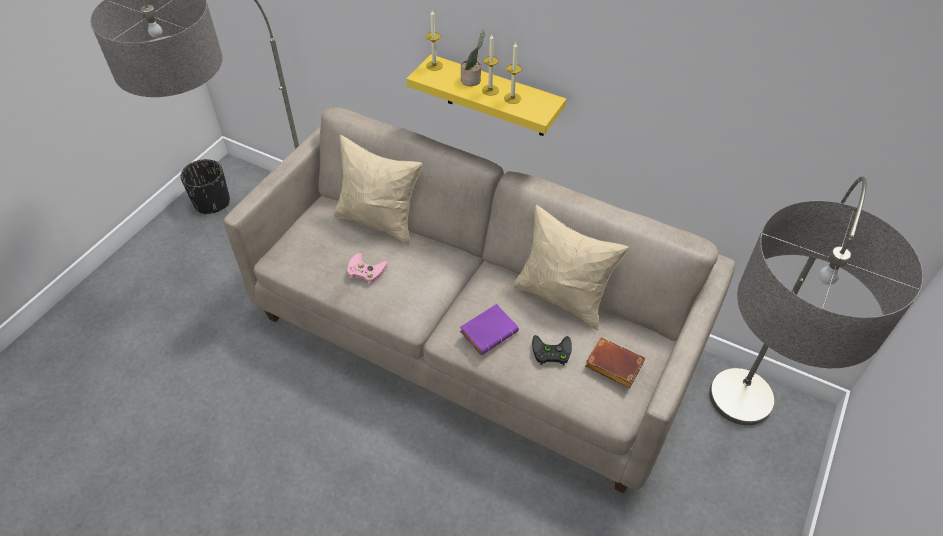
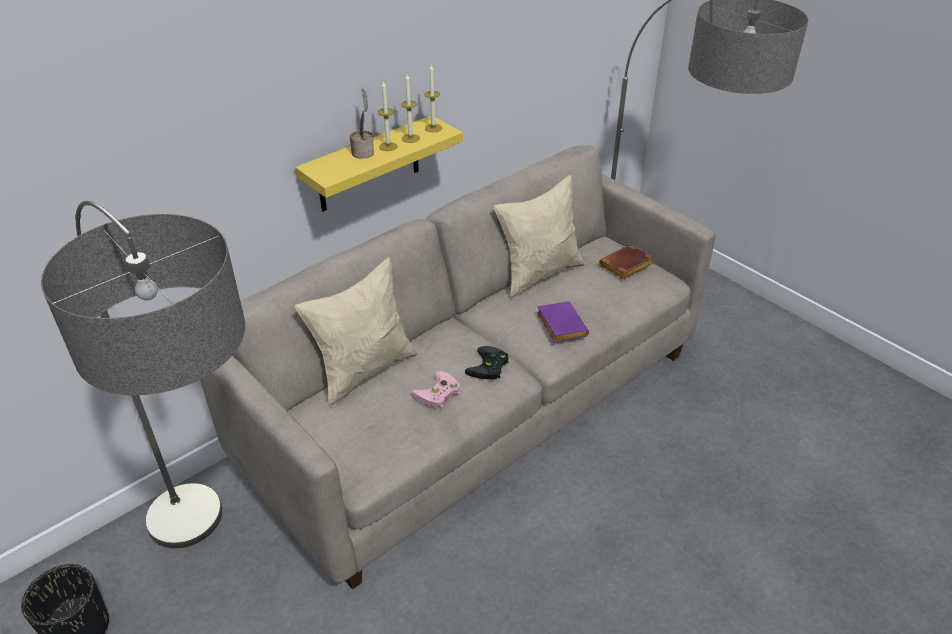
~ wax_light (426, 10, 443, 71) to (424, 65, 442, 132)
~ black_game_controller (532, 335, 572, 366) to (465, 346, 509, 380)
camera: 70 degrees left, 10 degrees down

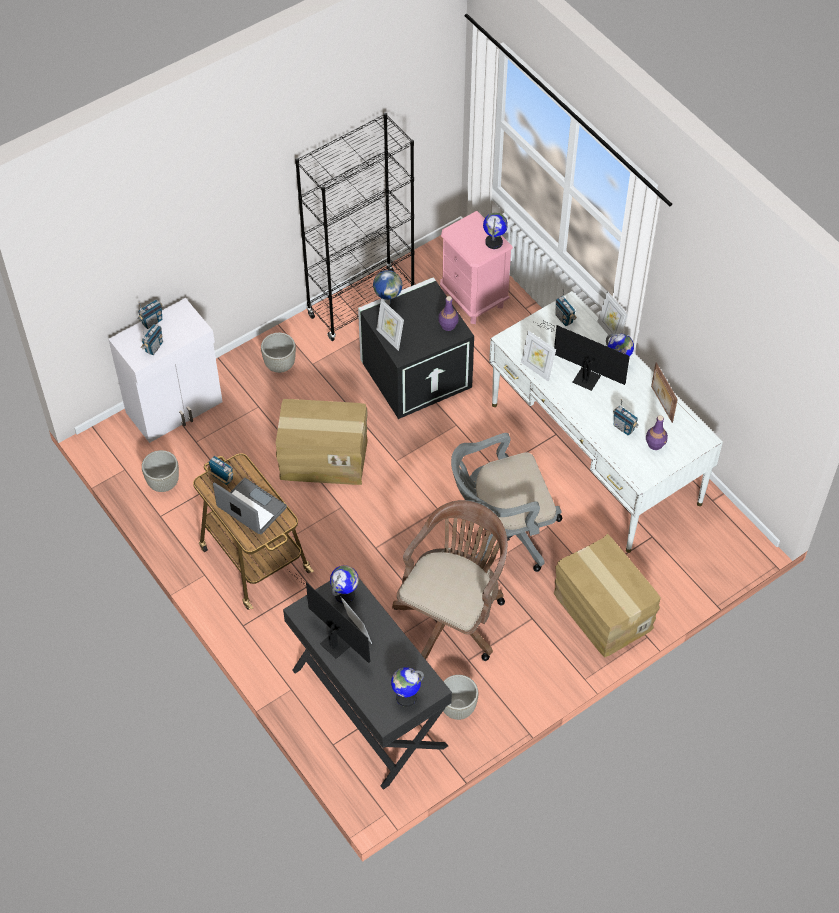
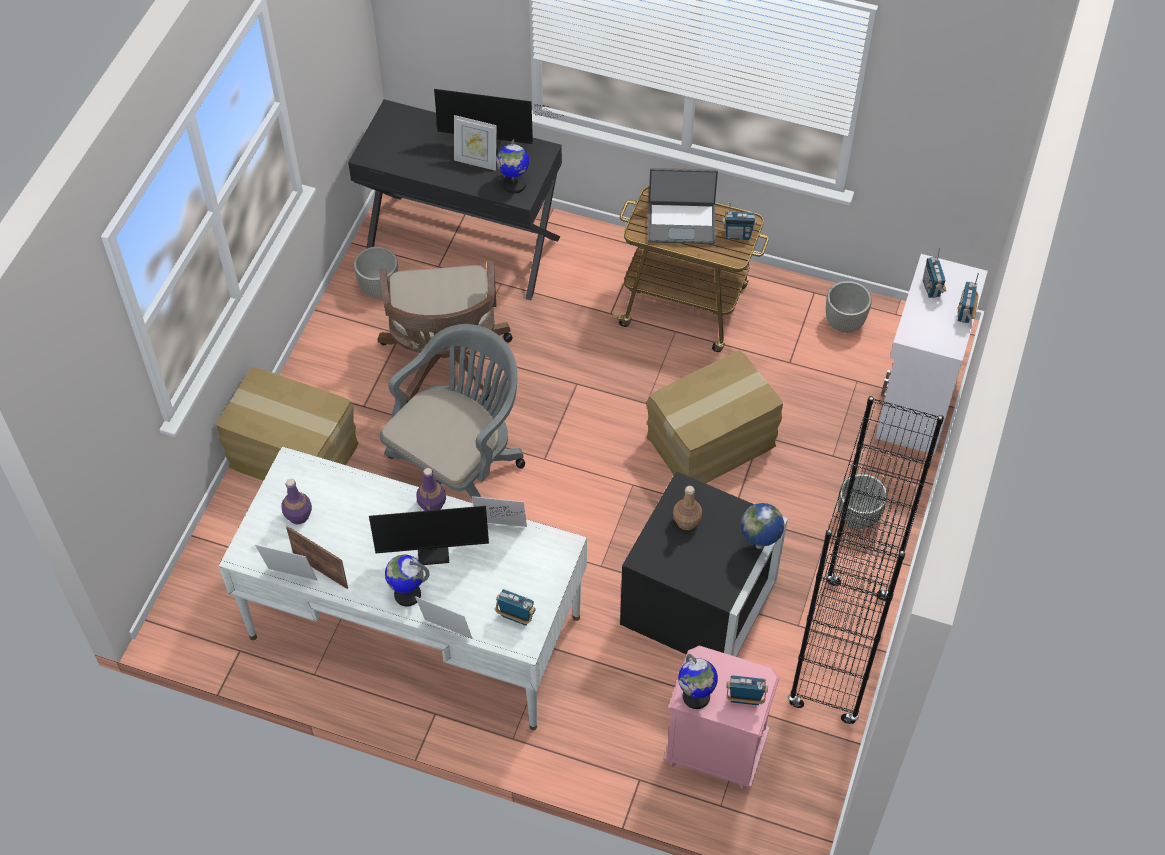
~ standing_frame (376, 299, 404, 351) to (255, 544, 317, 580)
~ purple-coloured_bottle (438, 296, 459, 331) to (416, 468, 446, 511)
+ brown_bottle (673, 486, 702, 530)
~ radio_set (613, 399, 639, 436) to (726, 675, 768, 705)
- globe (391, 667, 424, 707)
camera: 145 degrees right, 0 degrees up

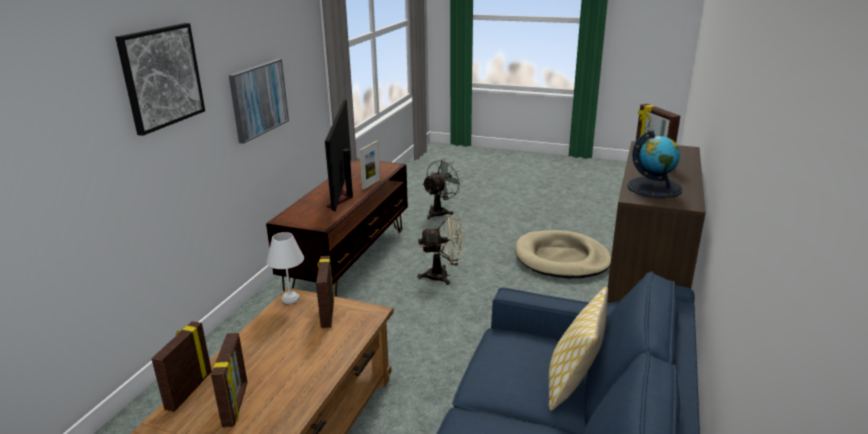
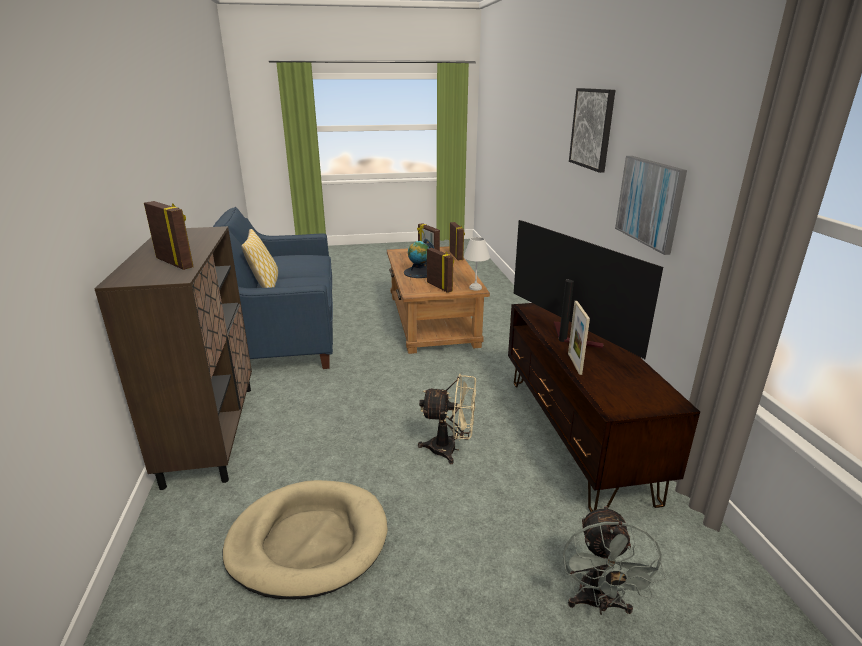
~ globe (627, 130, 682, 198) to (404, 239, 435, 278)
~ beige_cooling_fan (418, 215, 464, 285) = (418, 374, 476, 464) 135 degrees counterclockwise
camera: 150 degrees right, 0 degrees up

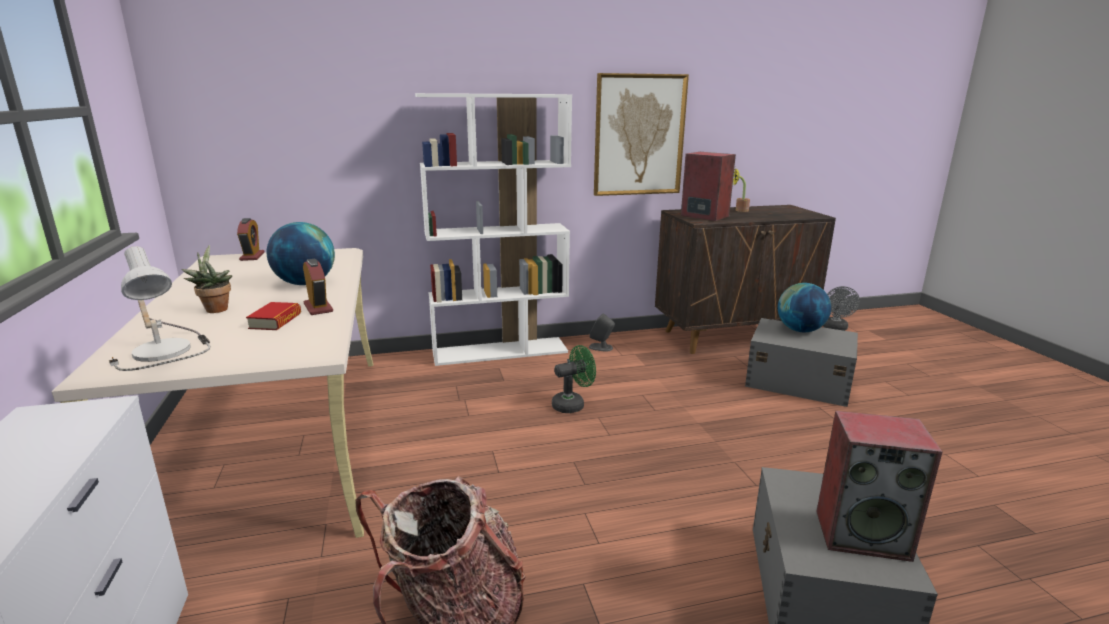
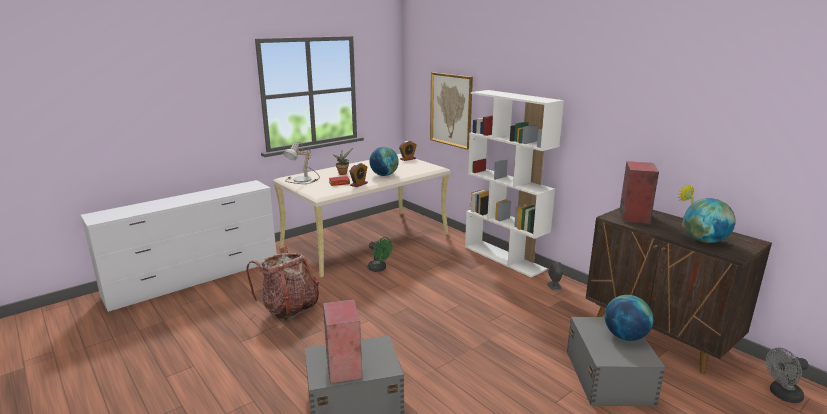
~ green-coloured_cooling_fan (552, 345, 596, 413) to (368, 237, 392, 272)
~ wall_art (594, 73, 689, 196) to (430, 72, 473, 150)
+ globe (684, 198, 736, 243)
camera: 65 degrees right, 0 degrees up

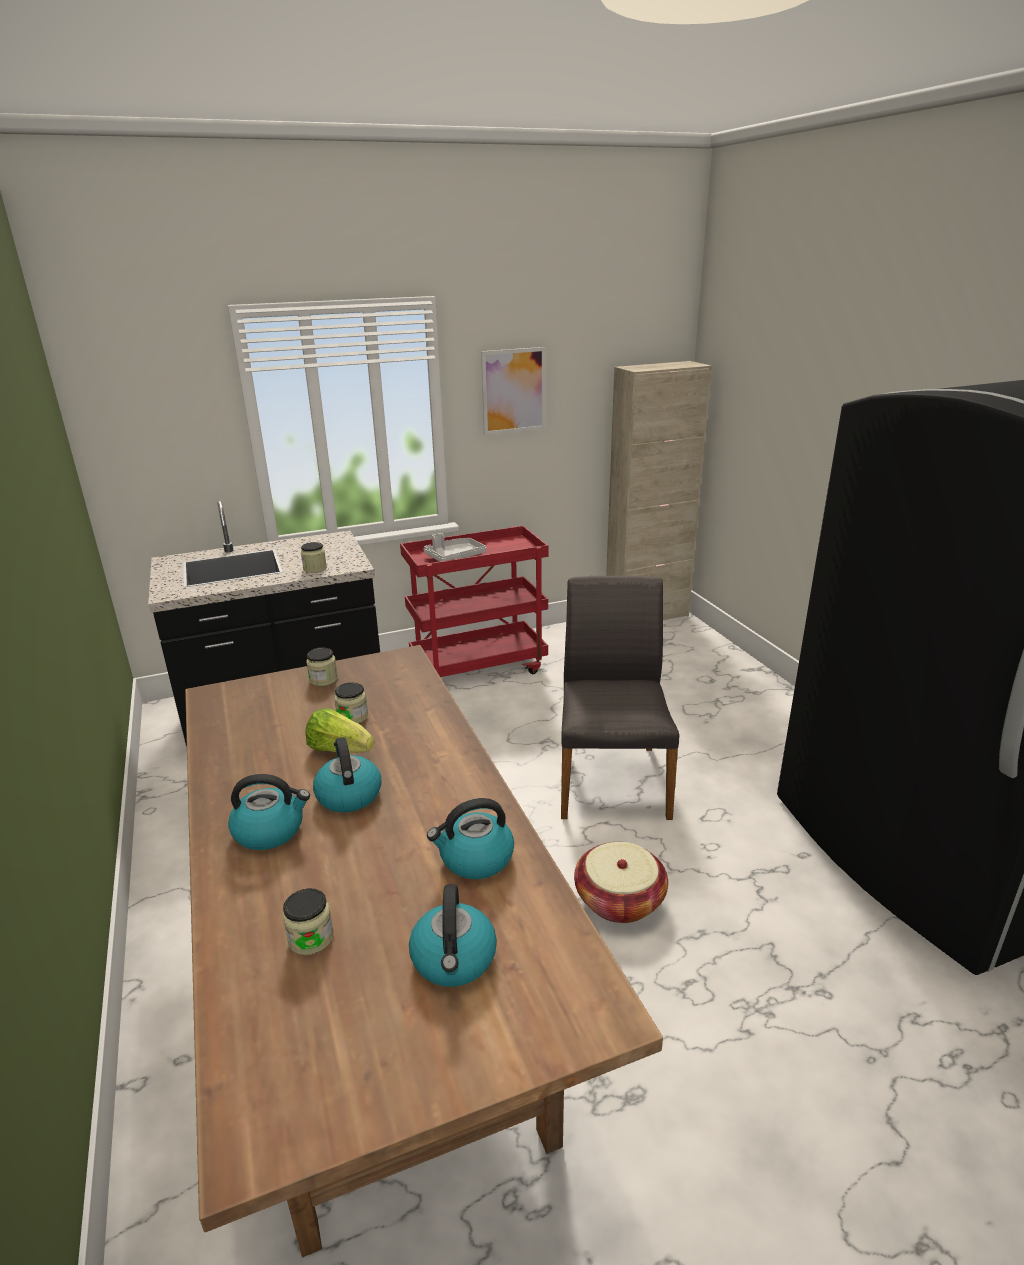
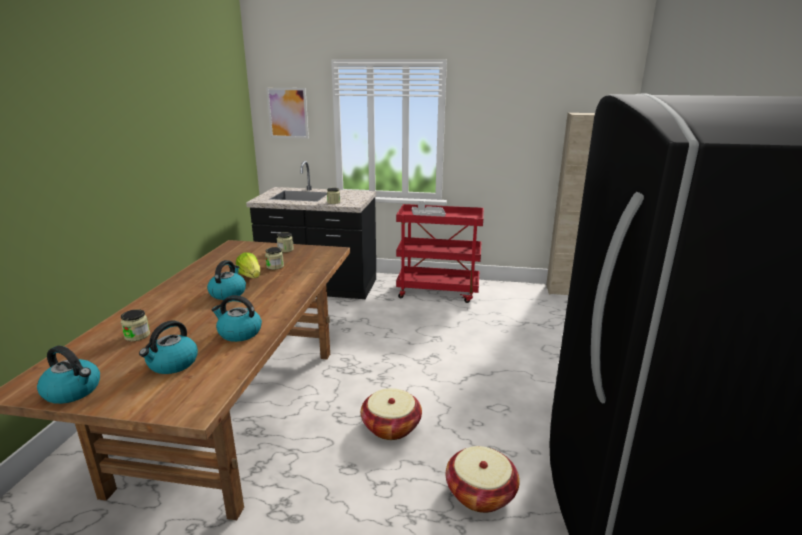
~ kettle (228, 774, 310, 850) to (37, 346, 100, 404)
~ wall_art (481, 347, 545, 435) to (266, 88, 309, 138)
+ storage_basket (446, 446, 520, 513)
- greyish_chair (561, 576, 679, 820)
camera: 30 degrees right, 5 degrees down

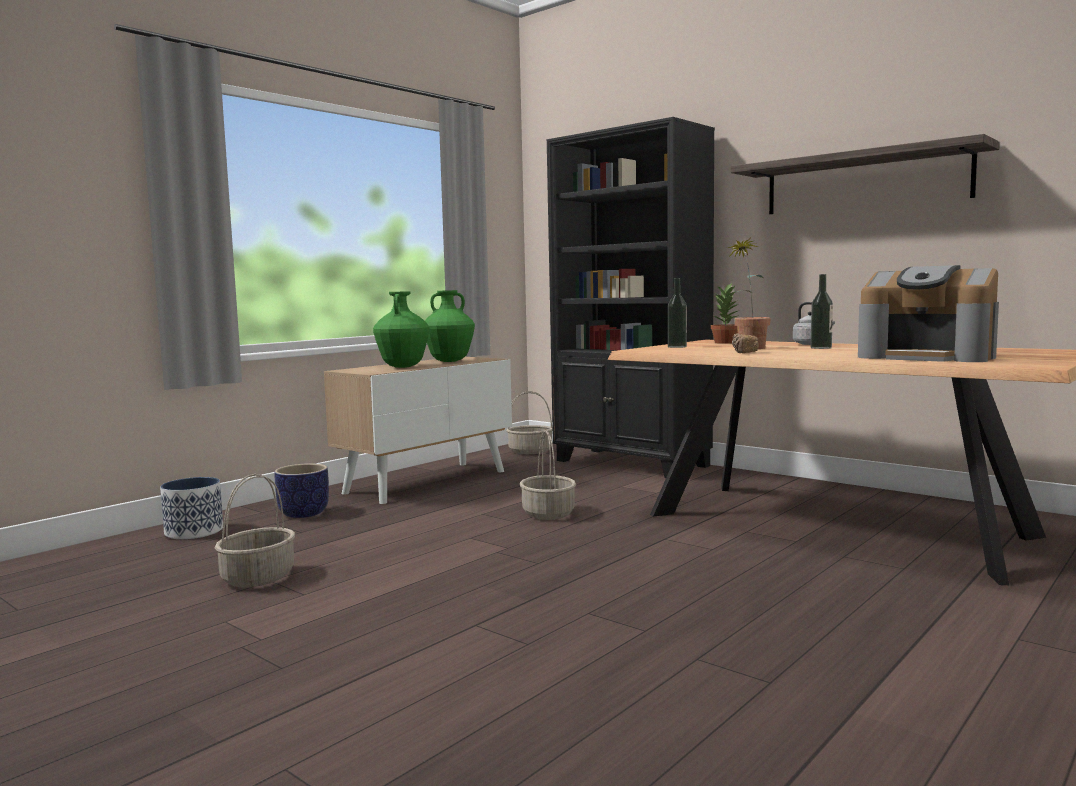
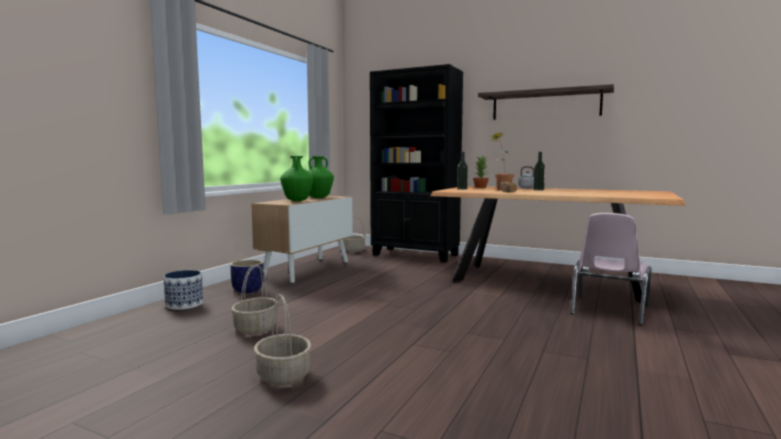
~ storage_basket (520, 431, 576, 520) to (254, 294, 312, 386)
+ pink_chair (571, 213, 652, 325)
- coffee_brewer (858, 265, 999, 362)
camera: 15 degrees left, 0 degrees up

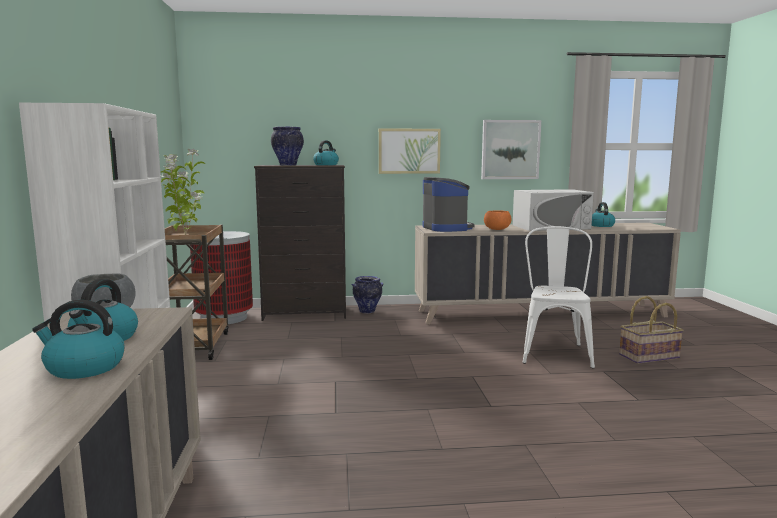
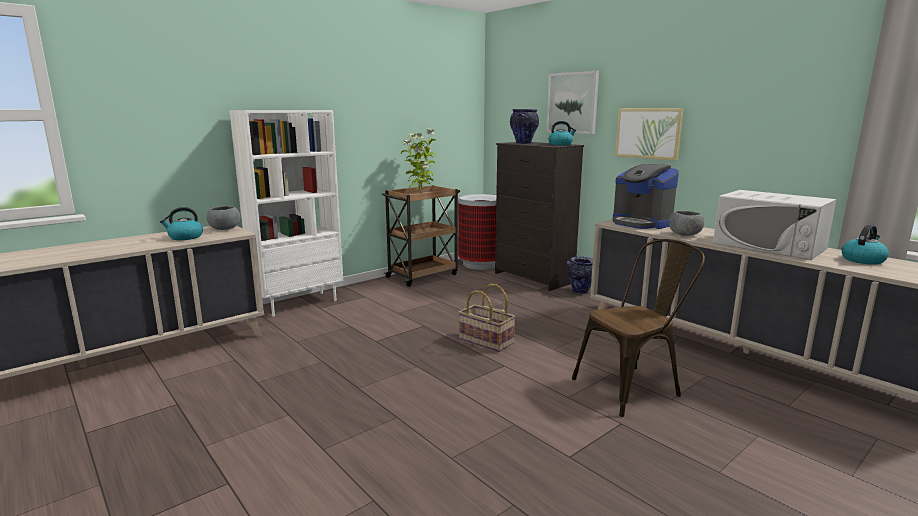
~ storage_basket (619, 296, 683, 364) to (458, 284, 516, 352)
~ wall_art (481, 120, 541, 179) to (546, 71, 599, 134)
~ white_chair (522, 226, 595, 369) to brown_chair (572, 239, 705, 417)
~ coffee_brewer (422, 177, 475, 232) = (613, 164, 679, 229) 105 degrees clockwise
~ orangey_serving_bowl (484, 211, 512, 230) to greyish_serving_bowl (669, 211, 704, 236)
- kettle (32, 300, 124, 379)
camera: 55 degrees right, 5 degrees up

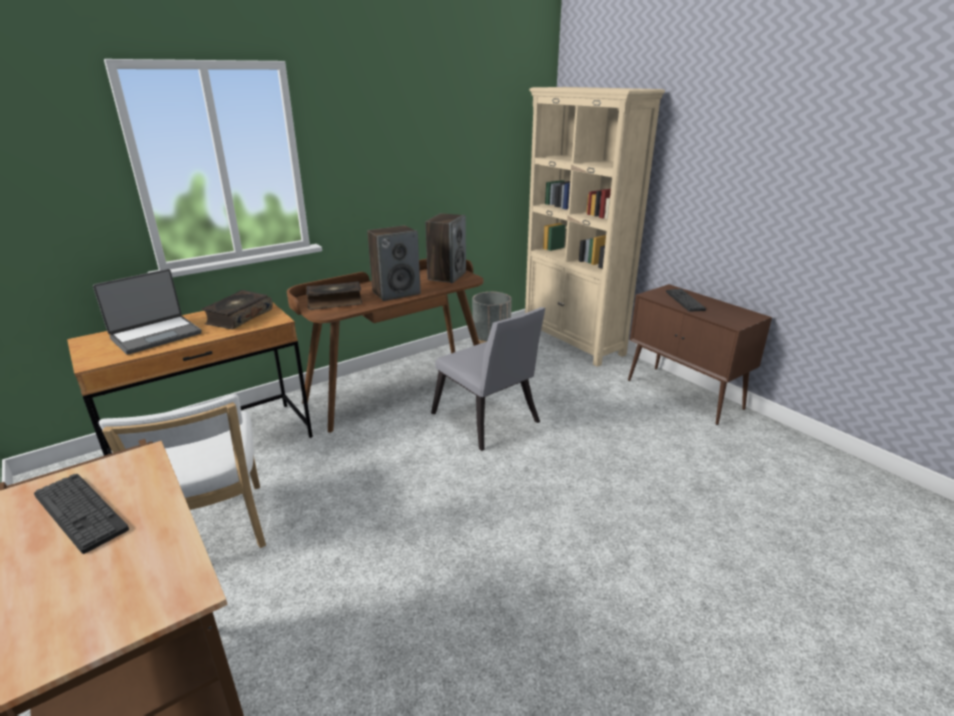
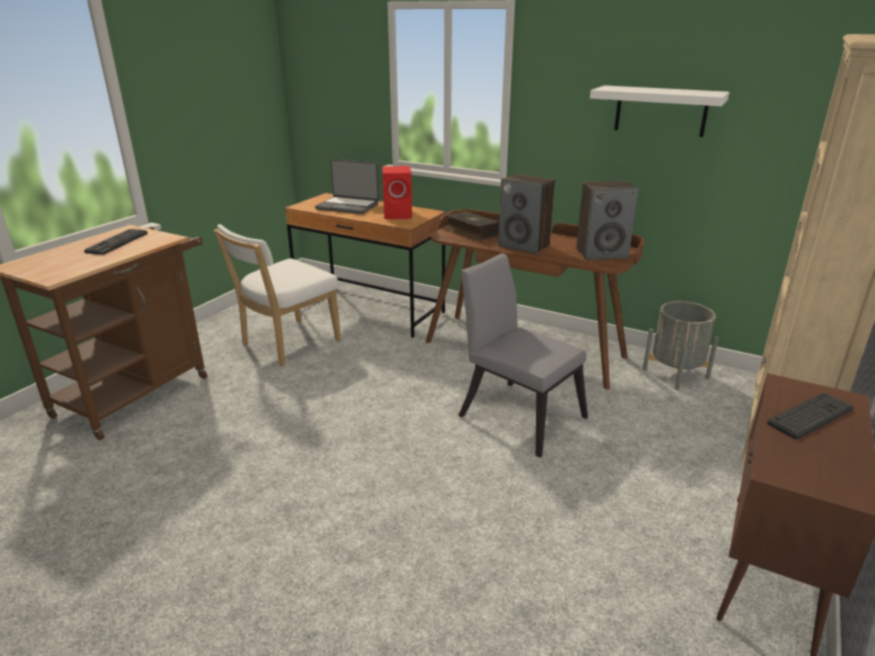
~ book (202, 290, 273, 329) to red_loudspeaker (382, 166, 412, 219)
~ greyish_chair (431, 307, 545, 451) = (458, 253, 588, 458) 105 degrees clockwise
+ white_wall_shelf (590, 85, 730, 137)
camera: 65 degrees right, 0 degrees up

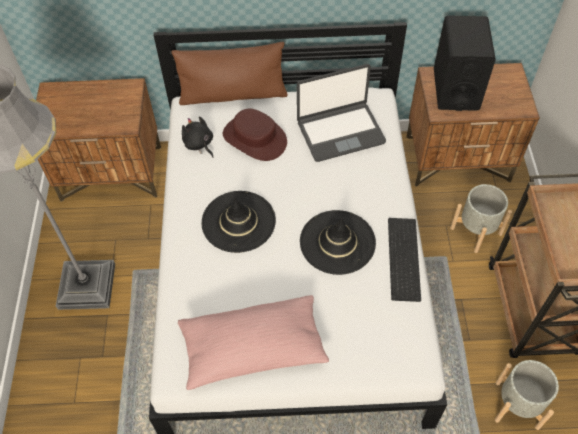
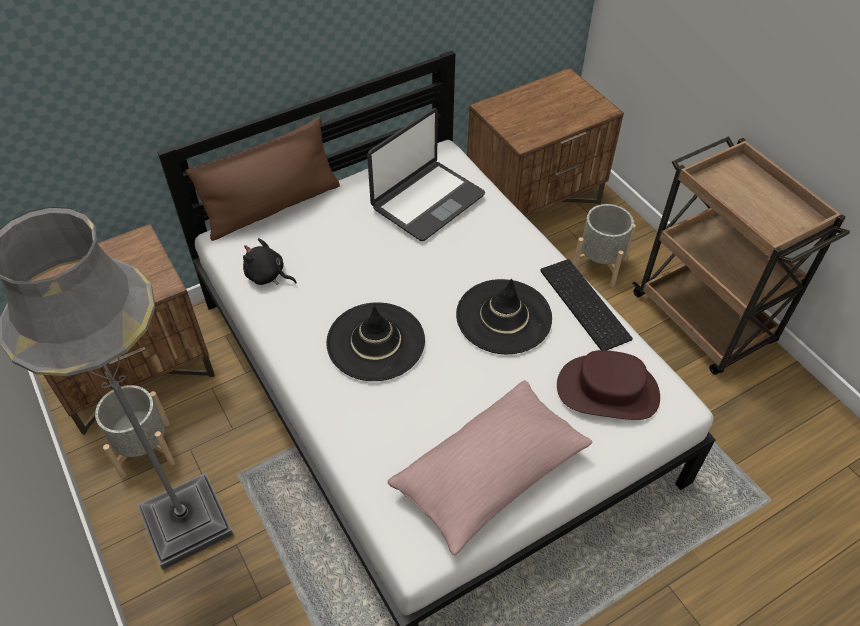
~ greyish_planter (495, 360, 559, 430) to (95, 385, 175, 478)
~ brown_clothing_hat (223, 109, 287, 161) to (557, 350, 660, 420)
- black_loudspeaker (434, 16, 496, 111)
camera: 30 degrees left, 5 degrees down

